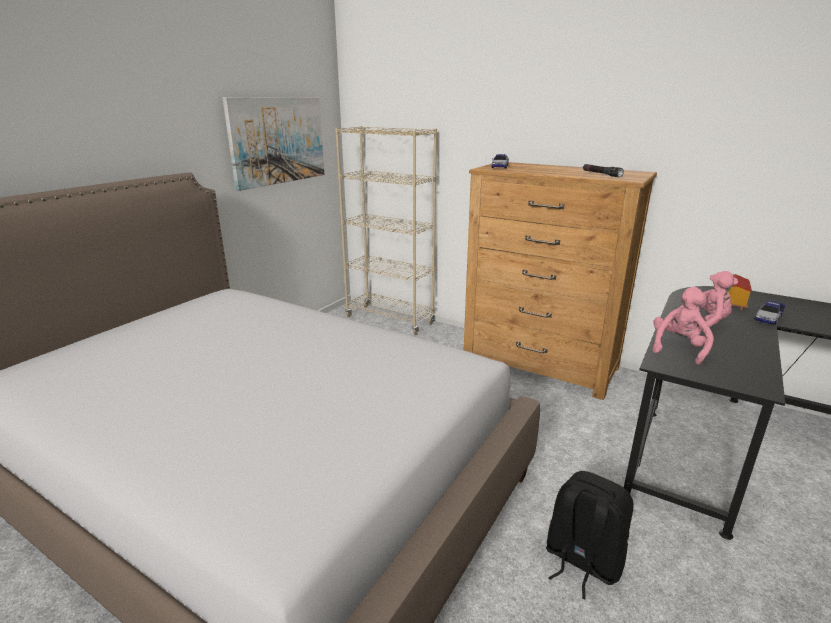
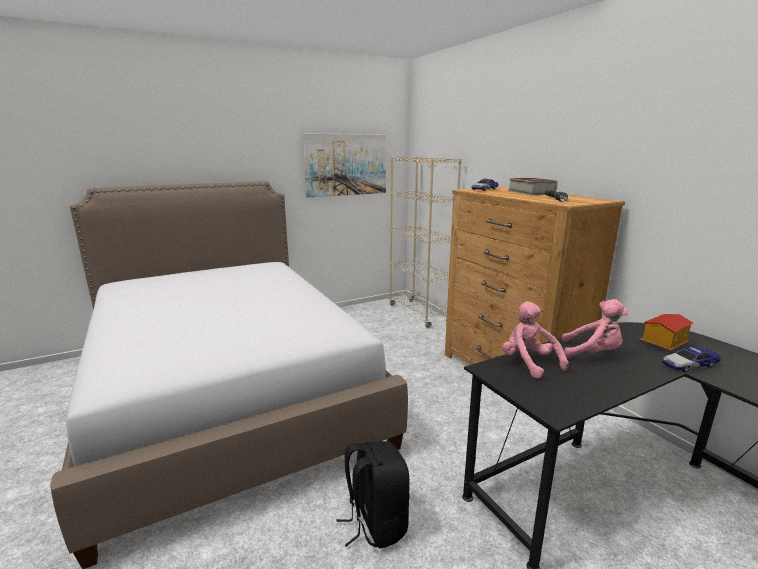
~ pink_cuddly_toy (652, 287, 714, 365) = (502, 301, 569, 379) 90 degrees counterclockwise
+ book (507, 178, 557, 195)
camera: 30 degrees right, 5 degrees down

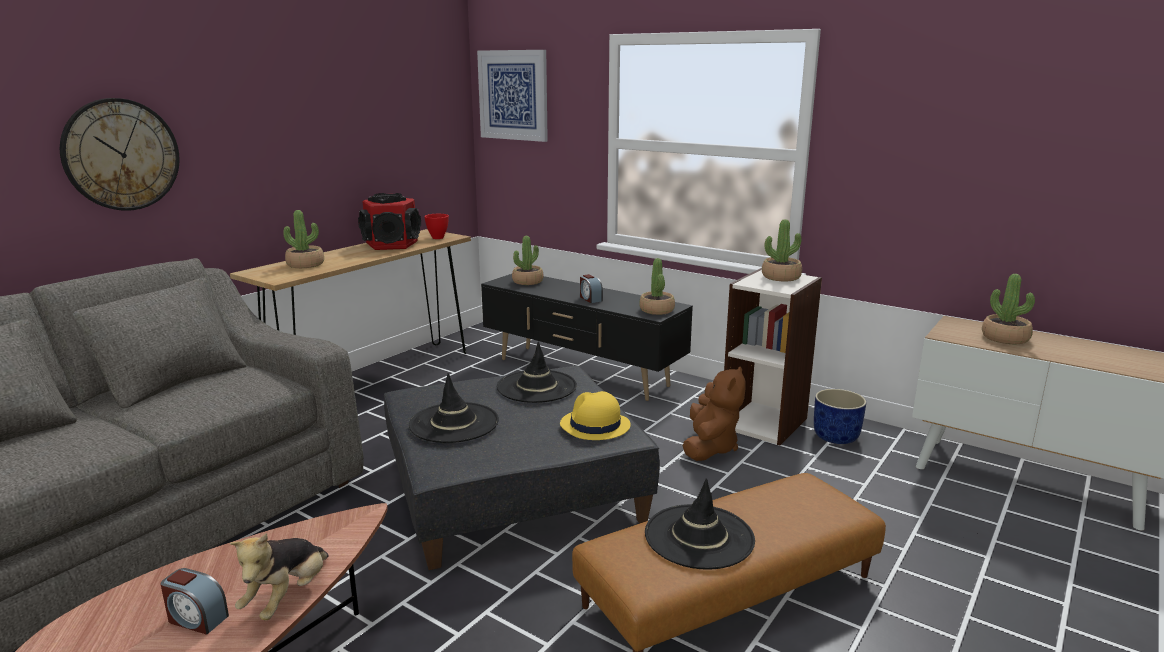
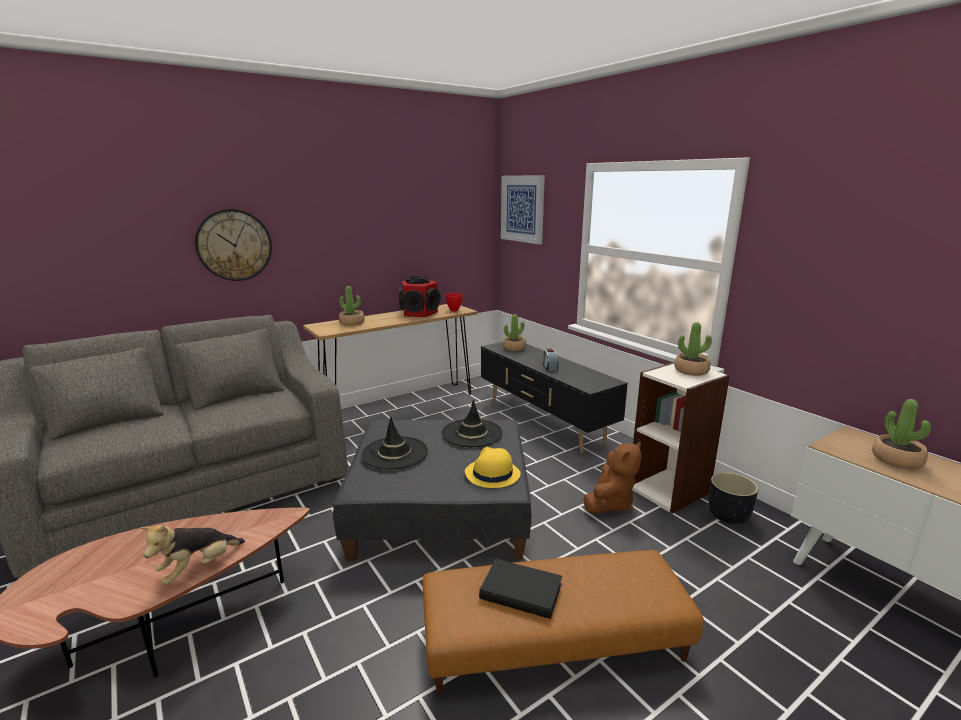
~ black_clothing_hat (645, 478, 755, 570) to black_book (479, 558, 562, 619)
~ blue-coloured_planter (814, 389, 866, 444) to black_planter (709, 472, 758, 524)
- alarm_clock (160, 568, 229, 635)
- houseplant (639, 258, 675, 315)
camera: 20 degrees right, 0 degrees up

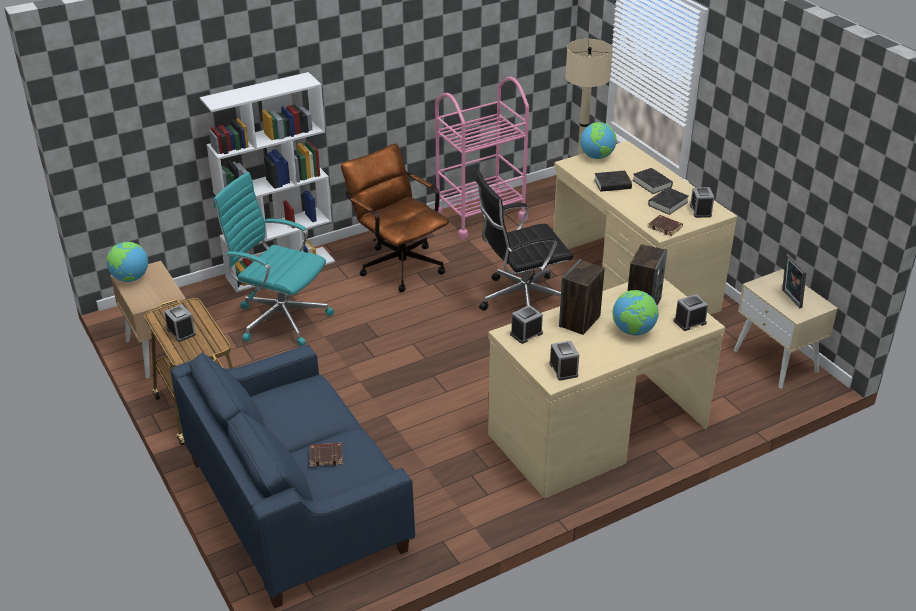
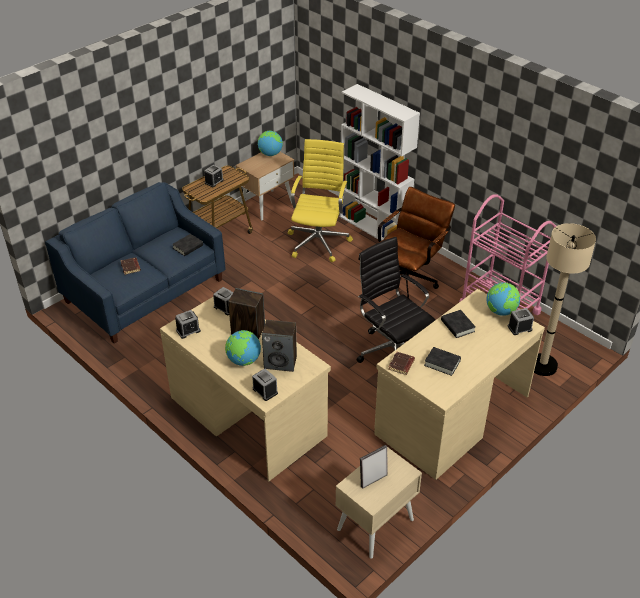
~ black_book (633, 168, 673, 194) to (172, 234, 203, 256)
~ blue-green_desk_chair (213, 172, 334, 346) to yellow-coloured_desk_chair (288, 139, 353, 262)
~ alarm_clock (690, 187, 714, 218) to (507, 308, 534, 335)
camera: 75 degrees right, 5 degrees up

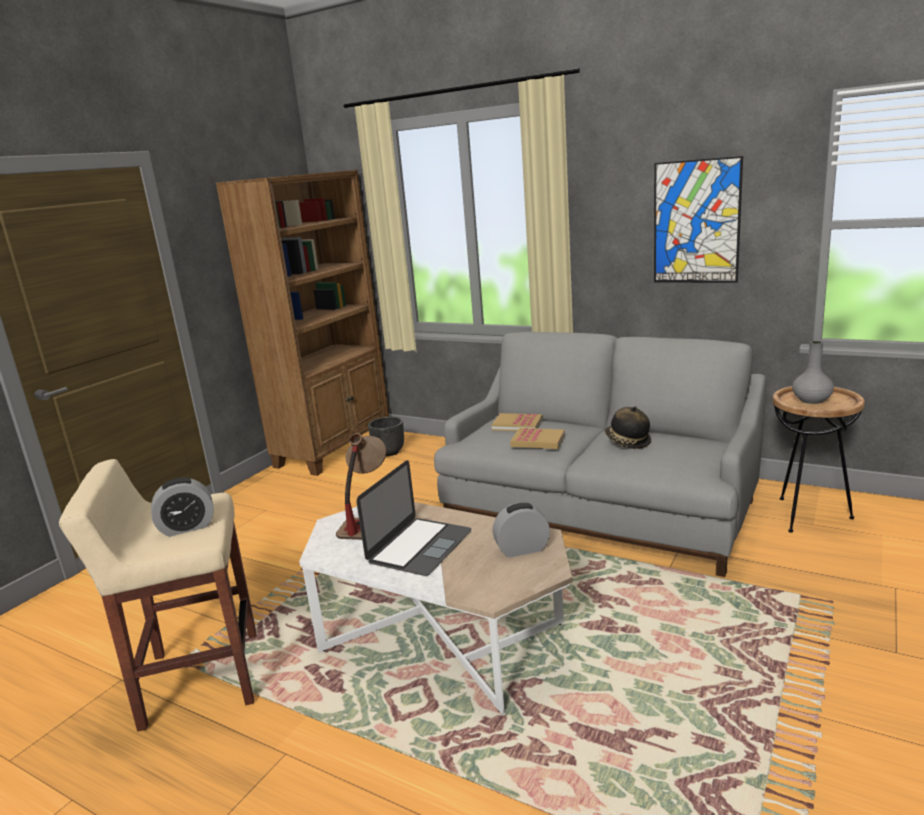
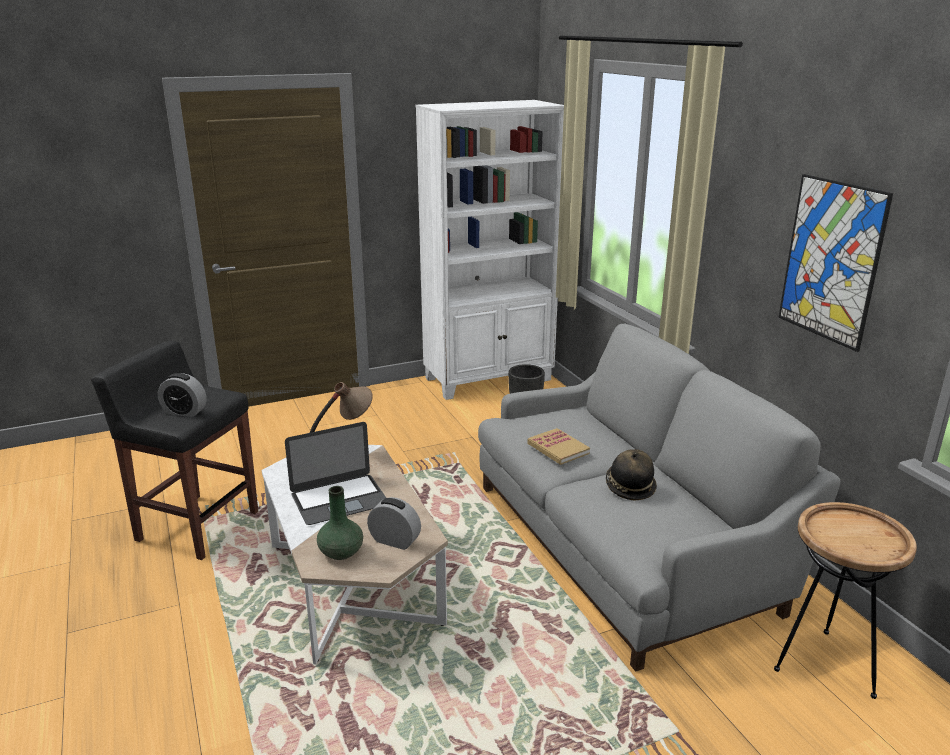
~ beige_stool (59, 459, 257, 732) to black_stool (91, 341, 258, 560)
+ green-coloured_flower_vase (317, 486, 363, 560)
~ brown_bookcase (216, 170, 389, 476) to white_bookcase (416, 100, 564, 400)
- book (491, 413, 543, 431)
- greyish_flower_vase (792, 341, 834, 404)
camera: 35 degrees right, 5 degrees up

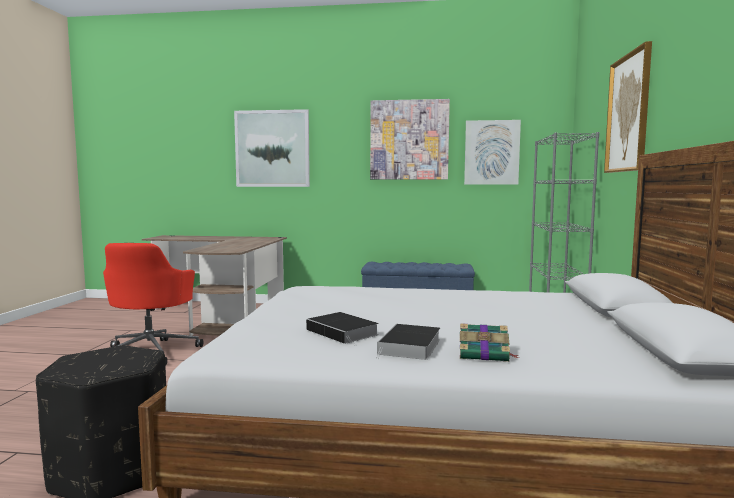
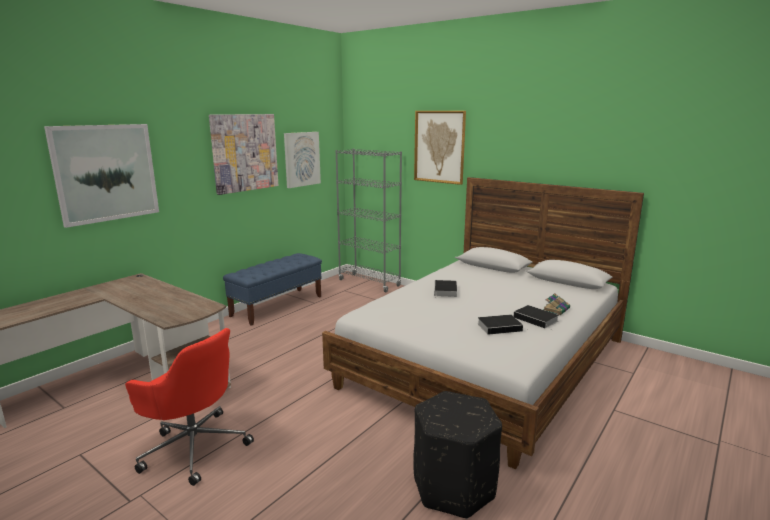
+ book (434, 280, 457, 298)
camera: 60 degrees left, 10 degrees up

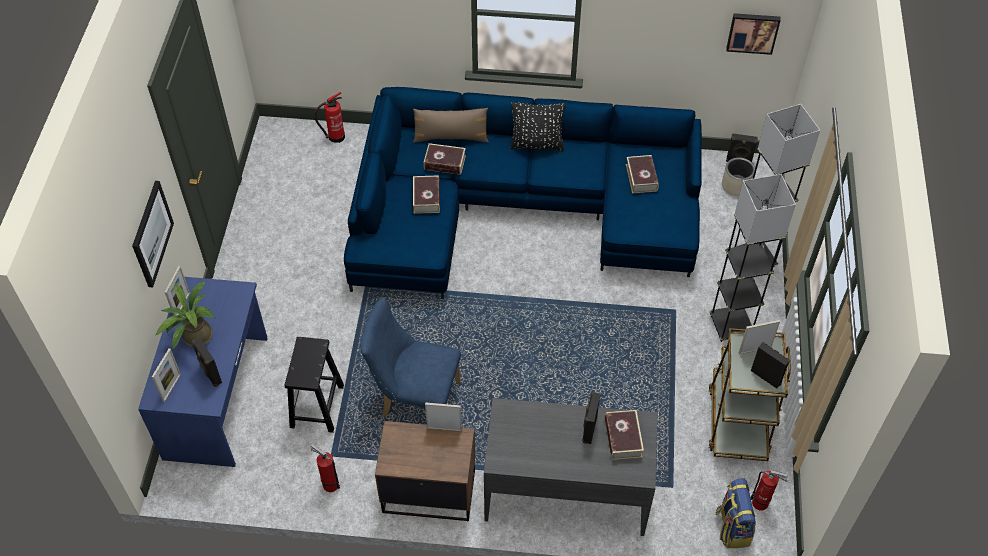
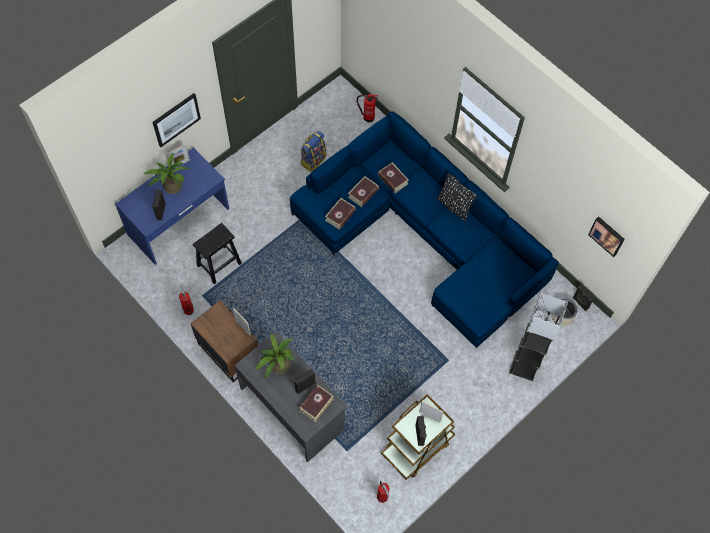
+ houseplant (255, 333, 295, 378)
~ rucksack (715, 478, 756, 549) to (300, 131, 327, 172)
~ book (626, 155, 659, 194) to (325, 198, 356, 230)
- standing_frame (152, 348, 181, 402)
- blue-coloured_chair (360, 298, 461, 417)
- brown_pillow (413, 108, 489, 143)
- greyish_standing_lamp (710, 174, 796, 342)
camera: 40 degrees right, 10 degrees up

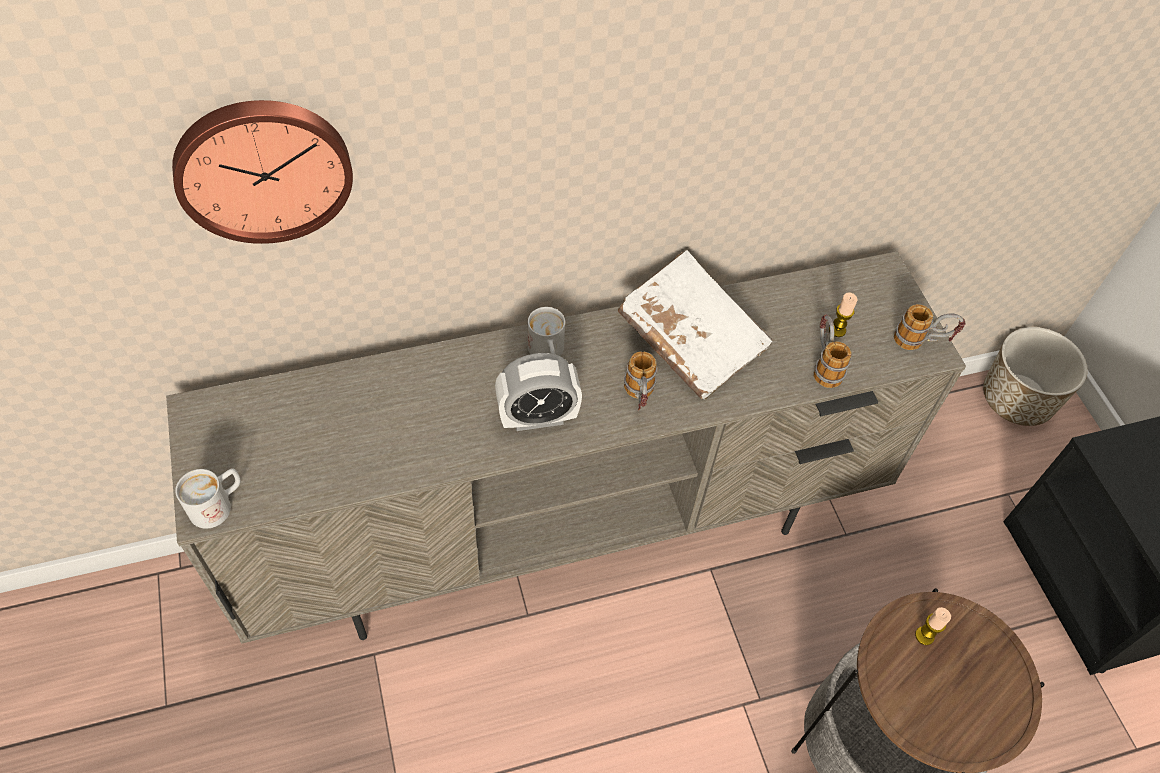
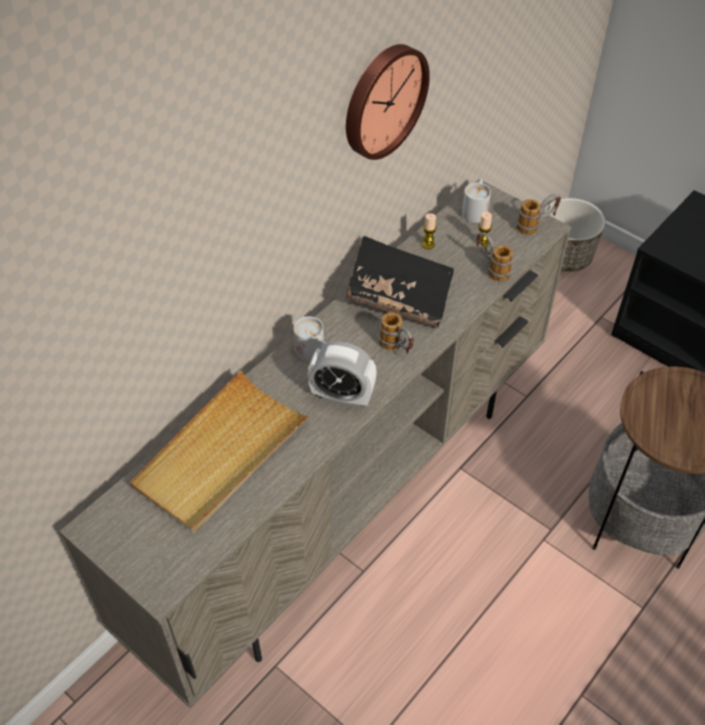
+ beige_carrying_tray (130, 370, 311, 533)
~ alarm_clock (495, 353, 582, 431) = (307, 341, 377, 408) 60 degrees clockwise
~ hanging_clock (172, 100, 353, 244) to (346, 44, 430, 160)
~ white_book (618, 250, 772, 400) to black_book (346, 236, 454, 328)
~ wax_light (915, 607, 951, 645) to (422, 213, 437, 249)
~ white_tea_mug (175, 469, 241, 529) to (462, 180, 491, 223)
camera: 30 degrees left, 5 degrees down

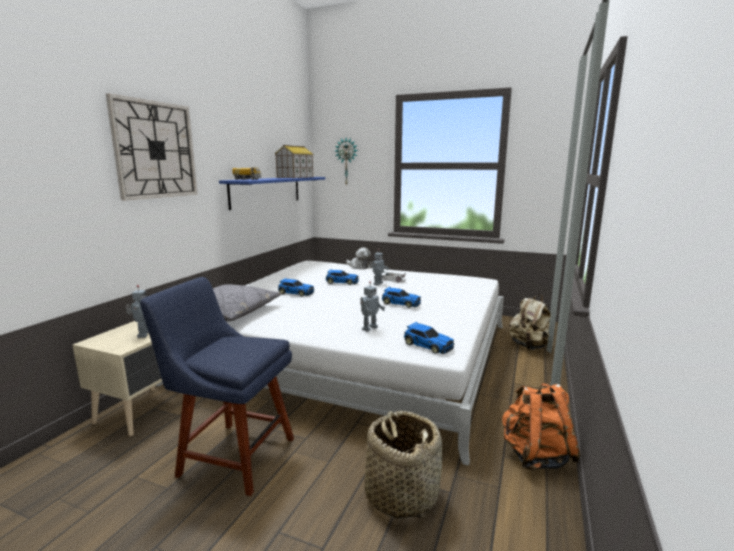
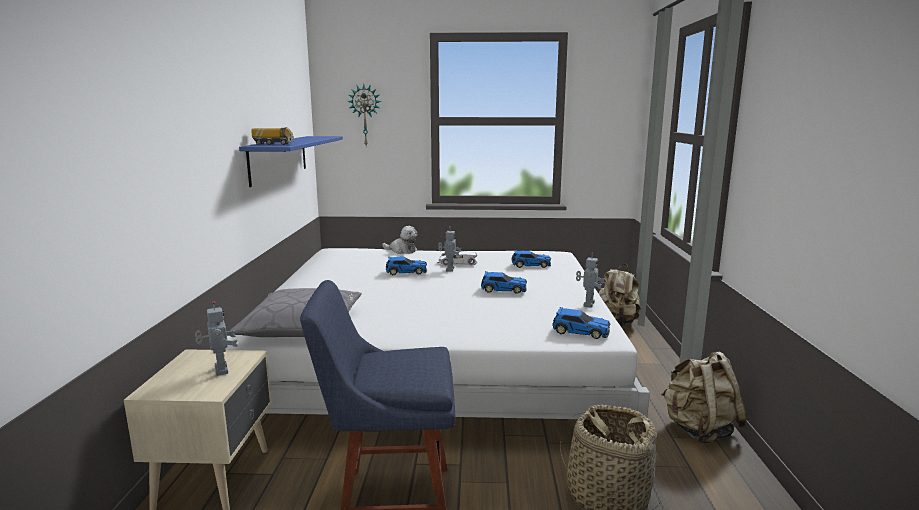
~ toy_car (278, 278, 314, 296) to (511, 250, 551, 268)
~ robot_figure (360, 281, 385, 332) to (576, 252, 605, 308)
~ orangey_rucksack (502, 383, 581, 470) to beige_rucksack (661, 352, 748, 443)
- hanging_clock (106, 94, 197, 201)
- miniature_house (275, 145, 314, 178)
camera: 20 degrees left, 0 degrees up

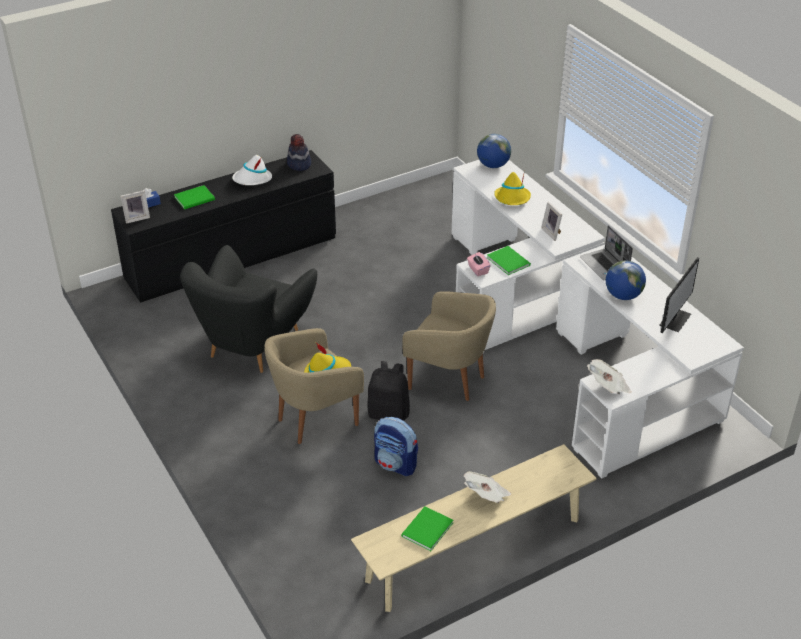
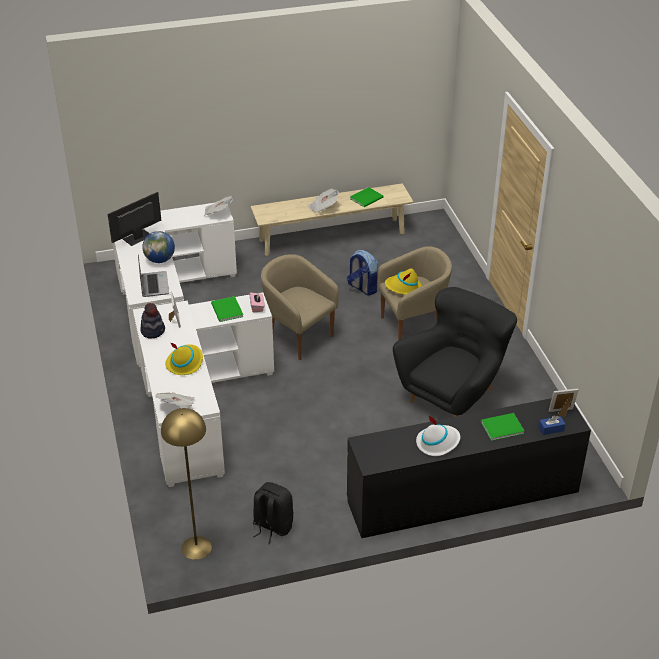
~ clothing_hat (287, 134, 311, 171) to (140, 303, 165, 339)
~ globe (477, 134, 511, 168) to daily_paper (155, 392, 195, 406)
+ yellow-coloured_standing_lamp (161, 408, 212, 560)
~ black_rucksack (368, 361, 410, 421) to (253, 482, 294, 544)
camera: 165 degrees left, 0 degrees up

